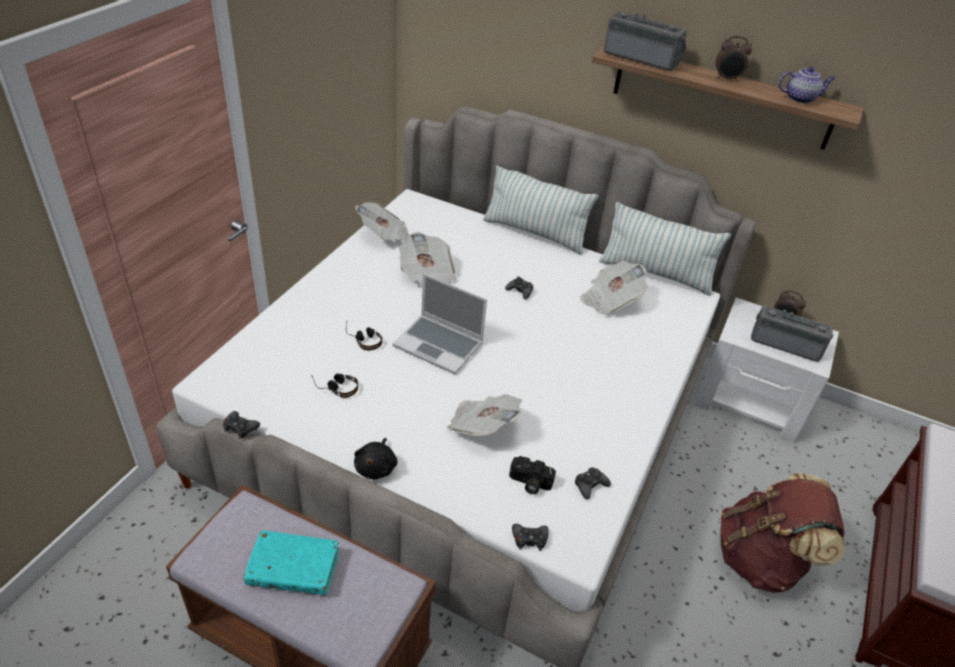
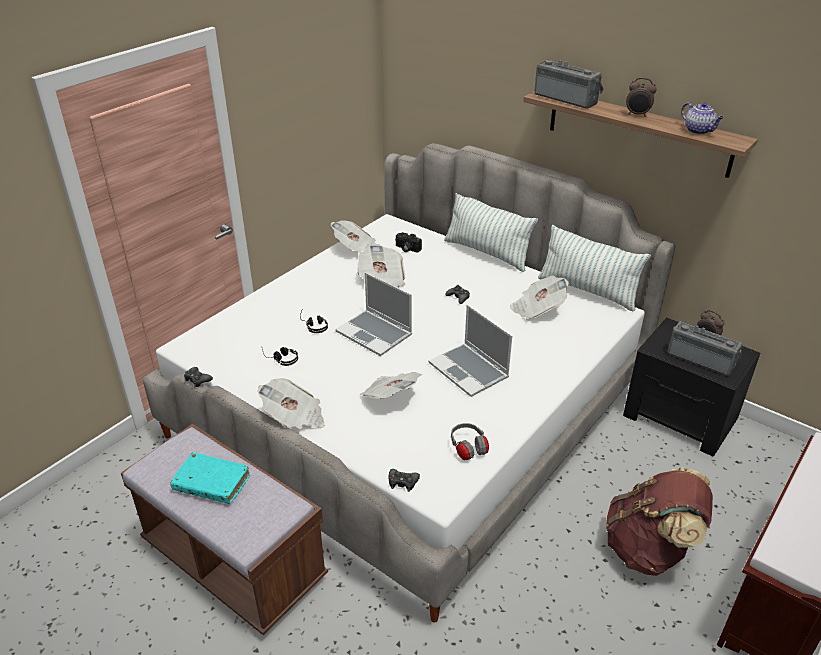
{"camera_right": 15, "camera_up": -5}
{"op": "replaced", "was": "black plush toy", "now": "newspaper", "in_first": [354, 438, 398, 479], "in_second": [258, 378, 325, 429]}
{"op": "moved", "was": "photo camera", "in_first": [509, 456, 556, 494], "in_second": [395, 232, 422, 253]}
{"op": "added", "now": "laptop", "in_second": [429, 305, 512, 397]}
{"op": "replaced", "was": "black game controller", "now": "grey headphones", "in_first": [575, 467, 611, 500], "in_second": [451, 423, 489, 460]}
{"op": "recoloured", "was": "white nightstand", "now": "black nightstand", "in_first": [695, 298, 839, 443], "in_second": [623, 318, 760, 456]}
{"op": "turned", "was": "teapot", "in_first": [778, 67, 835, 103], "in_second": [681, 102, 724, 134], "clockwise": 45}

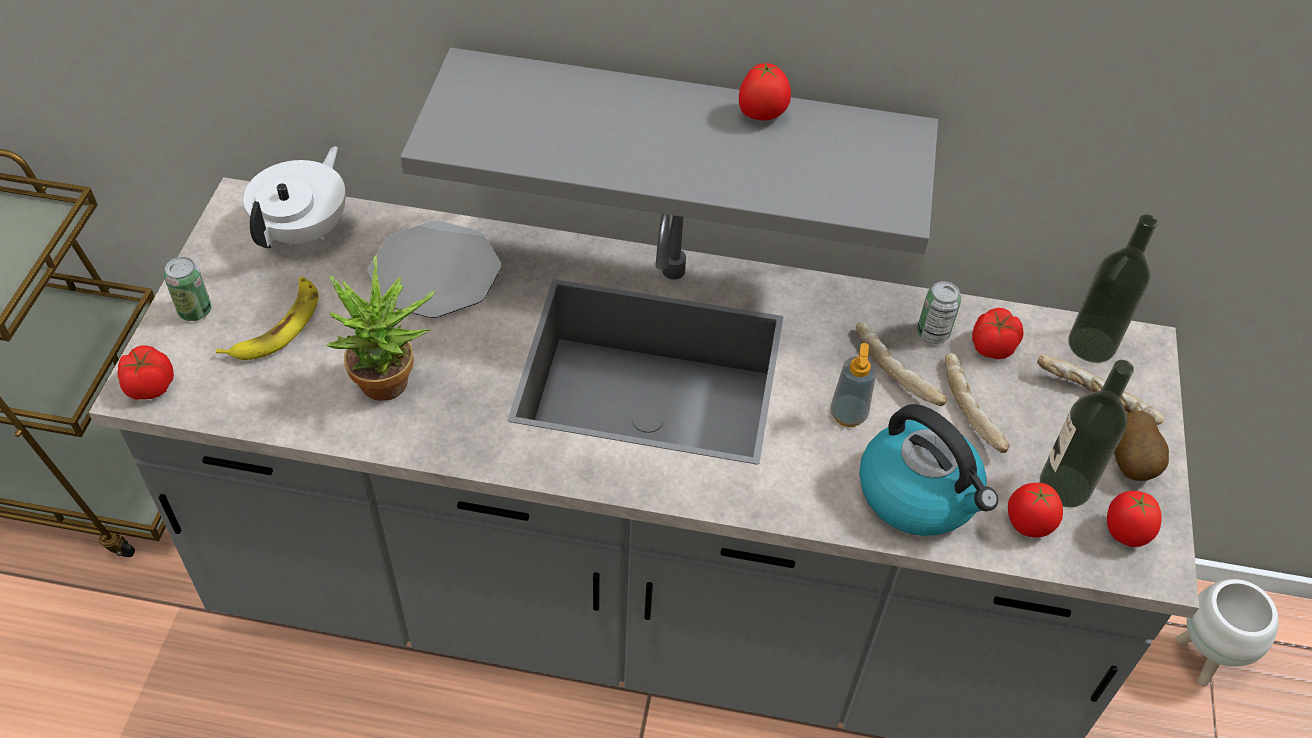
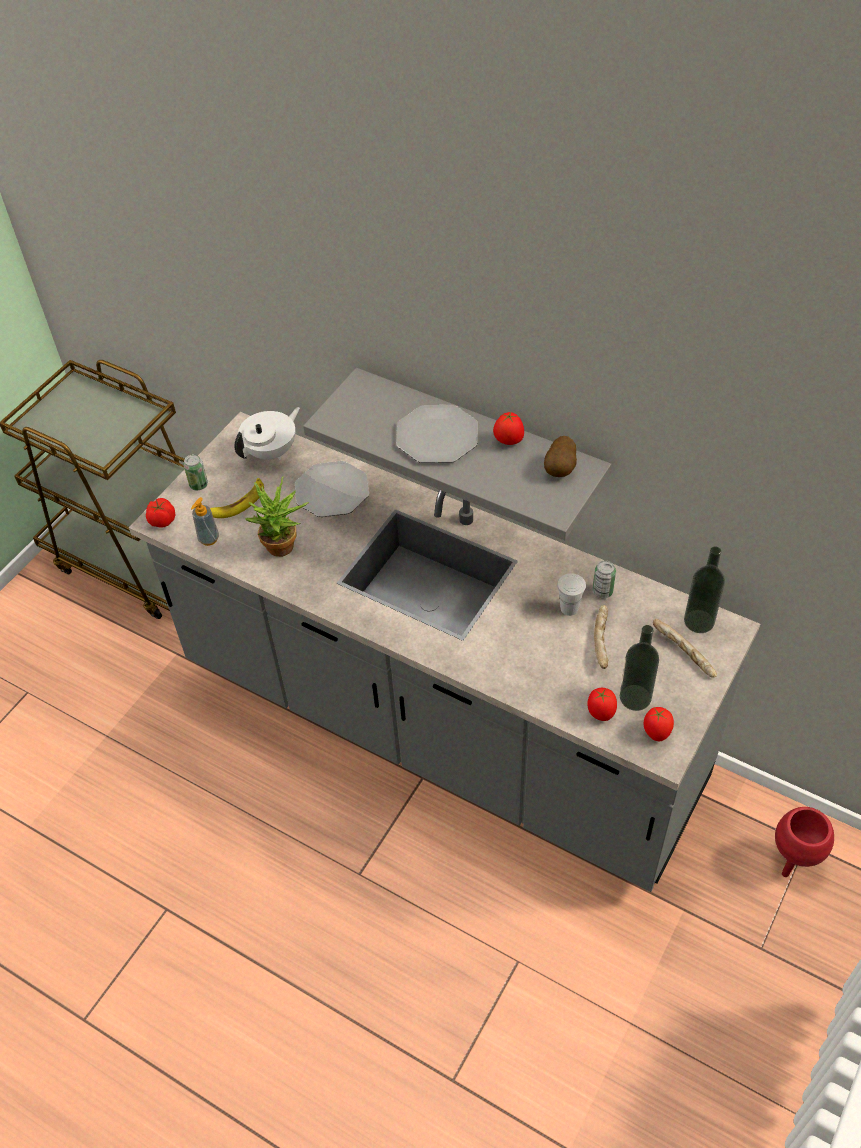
{"camera_right": 25, "camera_up": 0}
{"op": "moved", "was": "soap dispenser", "in_first": [830, 343, 877, 427], "in_second": [191, 497, 219, 546]}
{"op": "added", "now": "plate", "in_second": [396, 405, 478, 463]}
{"op": "moved", "was": "potato", "in_first": [1114, 411, 1169, 481], "in_second": [544, 436, 577, 477]}
{"op": "replaced", "was": "bread", "now": "white cup", "in_first": [856, 322, 946, 406], "in_second": [557, 573, 586, 616]}
{"op": "recoloured", "was": "white planter", "now": "red planter", "in_first": [1176, 579, 1278, 687], "in_second": [775, 807, 834, 877]}
{"op": "removed", "was": "kettle", "in_first": [859, 404, 998, 536]}
{"op": "removed", "was": "tomato", "in_first": [972, 308, 1024, 359]}

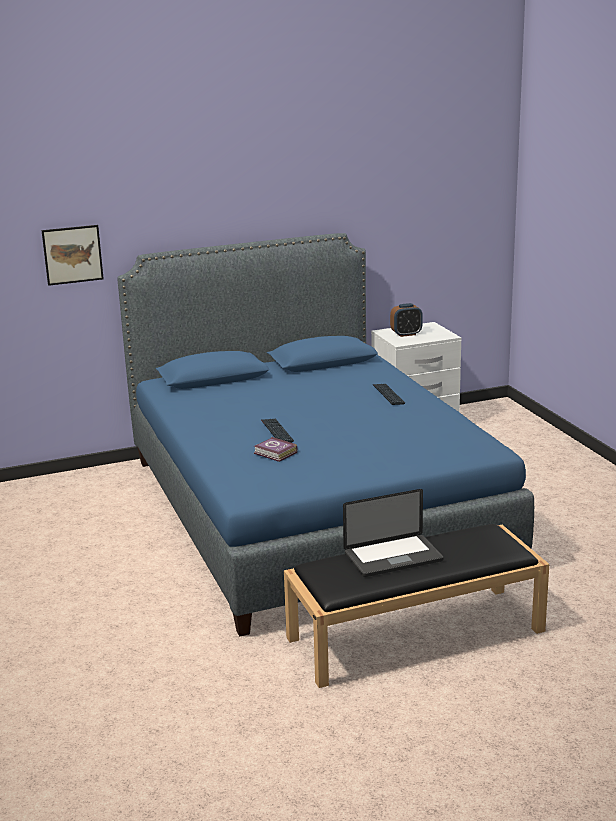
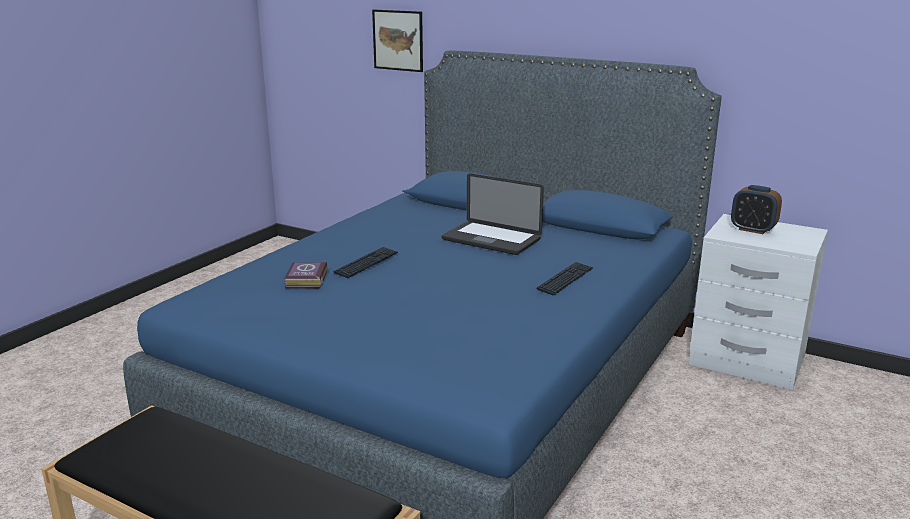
{"camera_right": 50, "camera_up": 0}
{"op": "moved", "was": "laptop", "in_first": [343, 489, 444, 577], "in_second": [442, 173, 544, 255]}

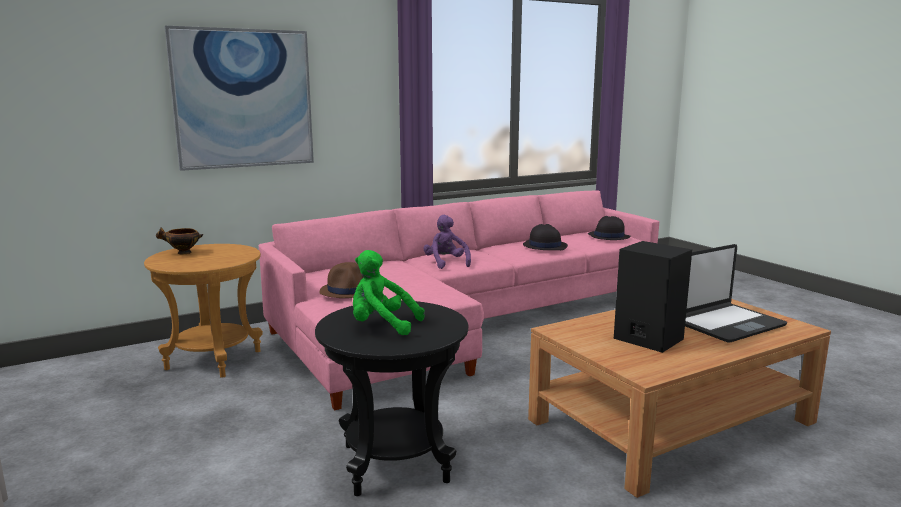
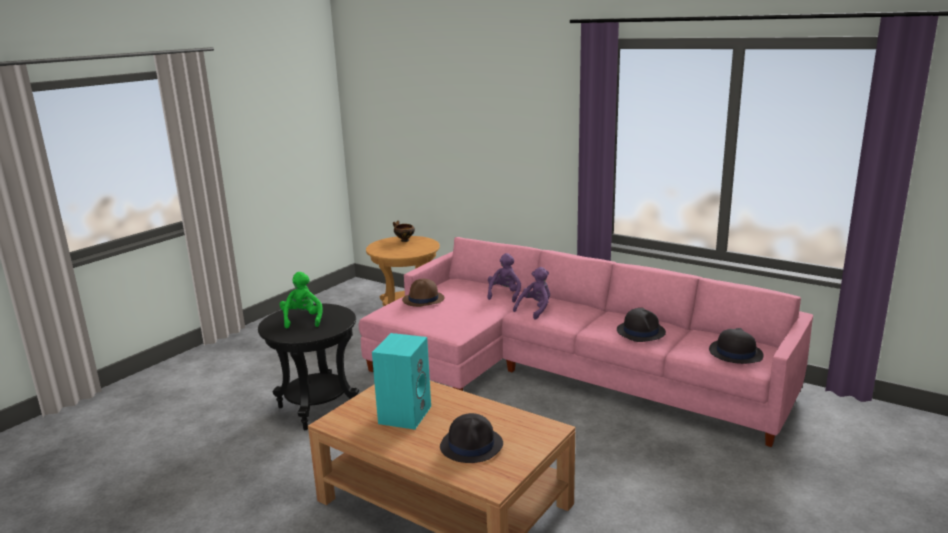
{"camera_right": 65, "camera_up": 5}
{"op": "recoloured", "was": "black speaker", "now": "turquoise speaker", "in_first": [614, 241, 692, 353], "in_second": [372, 333, 431, 430]}
{"op": "replaced", "was": "laptop", "now": "black hat", "in_first": [685, 244, 787, 342], "in_second": [440, 413, 503, 463]}
{"op": "added", "now": "purple plush toy", "in_second": [487, 253, 521, 302]}
{"op": "removed", "was": "picture", "in_first": [164, 26, 314, 171]}

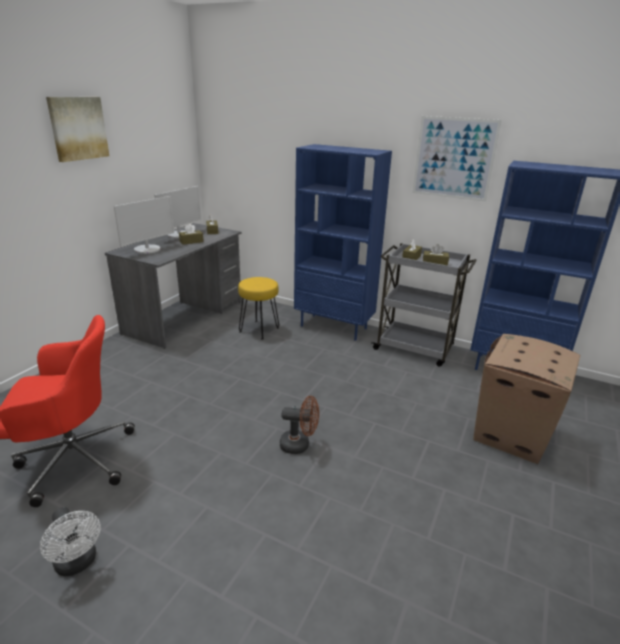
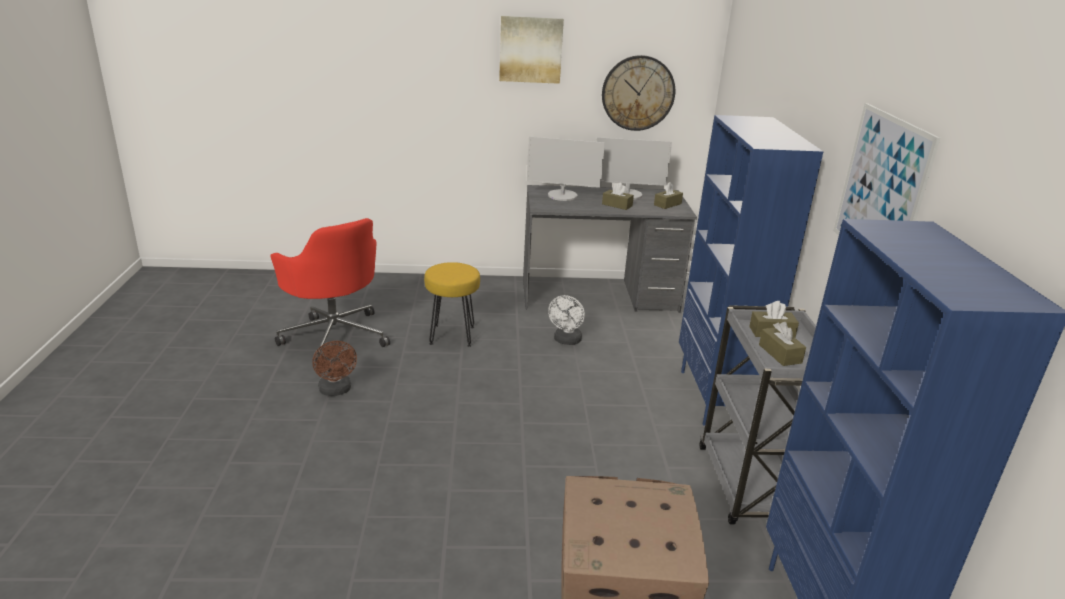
{"camera_right": 60, "camera_up": 0}
{"op": "moved", "was": "brown fan", "in_first": [280, 396, 319, 454], "in_second": [312, 341, 357, 396]}
{"op": "moved", "was": "yellow stool", "in_first": [238, 277, 279, 339], "in_second": [424, 262, 480, 347]}
{"op": "moved", "was": "white fan", "in_first": [40, 507, 101, 576], "in_second": [548, 295, 585, 345]}
{"op": "added", "now": "wall clock", "in_second": [602, 55, 675, 131]}

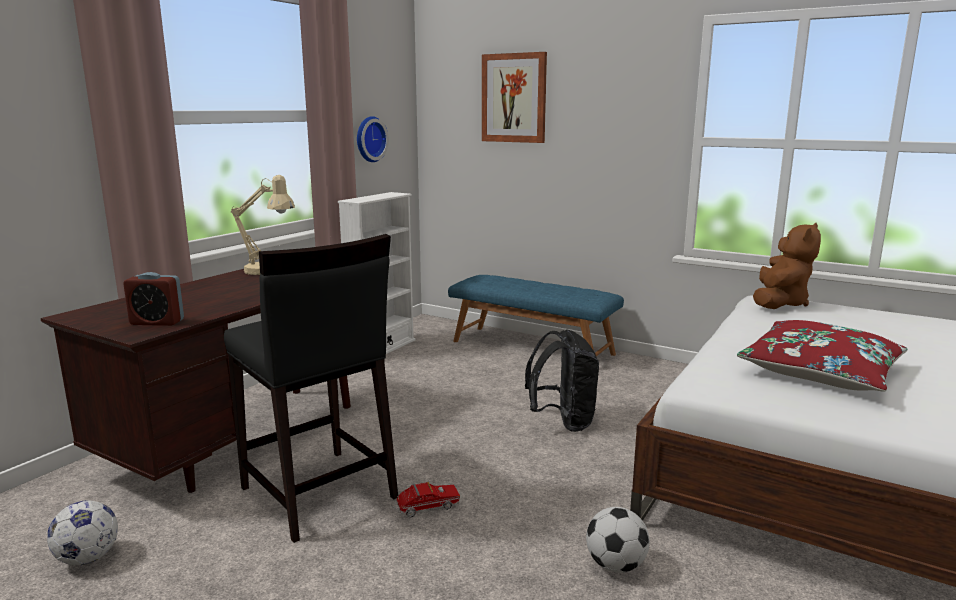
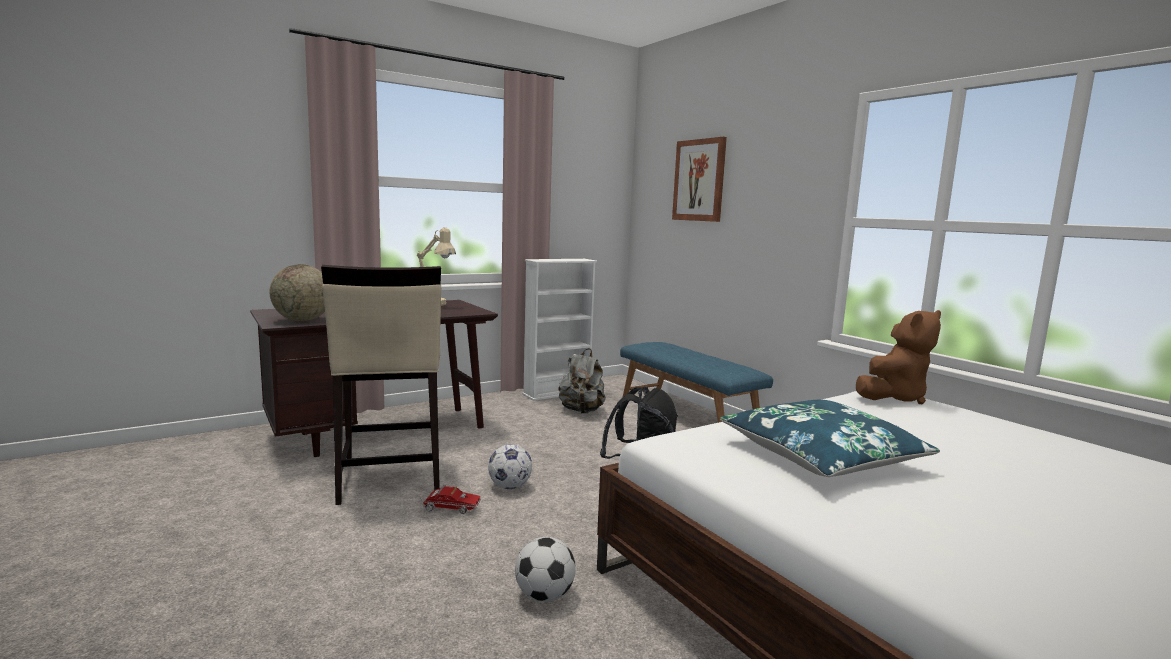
{"camera_right": 25, "camera_up": -5}
{"op": "replaced", "was": "alarm clock", "now": "globe", "in_first": [123, 272, 184, 326], "in_second": [270, 264, 325, 321]}
{"op": "recoloured", "was": "black stool", "now": "beige stool", "in_first": [224, 234, 398, 543], "in_second": [321, 265, 441, 505]}
{"op": "moved", "was": "football", "in_first": [47, 500, 118, 565], "in_second": [488, 444, 532, 489]}
{"op": "added", "now": "grey backpack", "in_second": [558, 348, 606, 413]}
{"op": "recoloured", "was": "red pillow", "now": "blue pillow", "in_first": [737, 320, 907, 391], "in_second": [720, 400, 940, 477]}
{"op": "removed", "was": "wall clock", "in_first": [357, 116, 389, 162]}

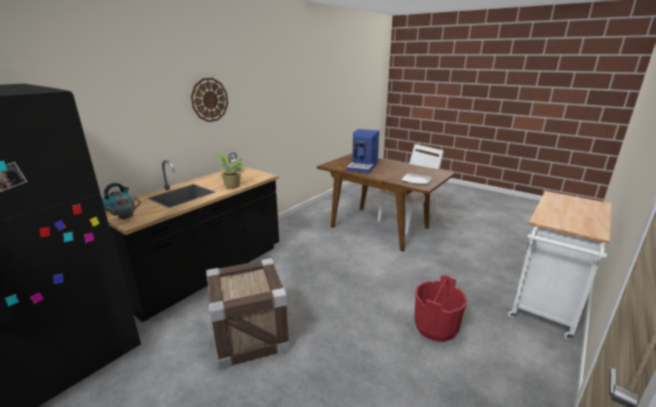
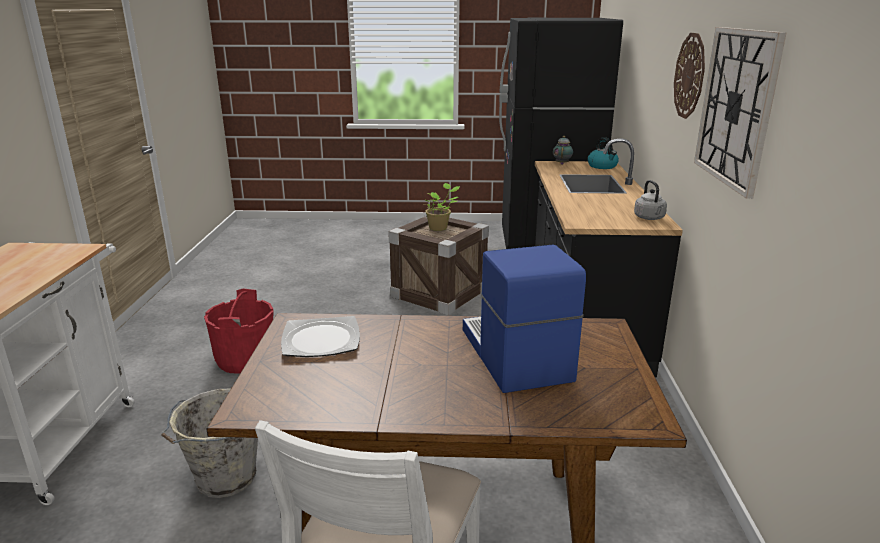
{"camera_right": 145, "camera_up": 0}
{"op": "added", "now": "grey bucket", "in_second": [161, 388, 258, 498]}
{"op": "moved", "was": "potted plant", "in_first": [216, 153, 245, 189], "in_second": [425, 183, 460, 231]}
{"op": "added", "now": "wall clock", "in_second": [694, 27, 787, 199]}

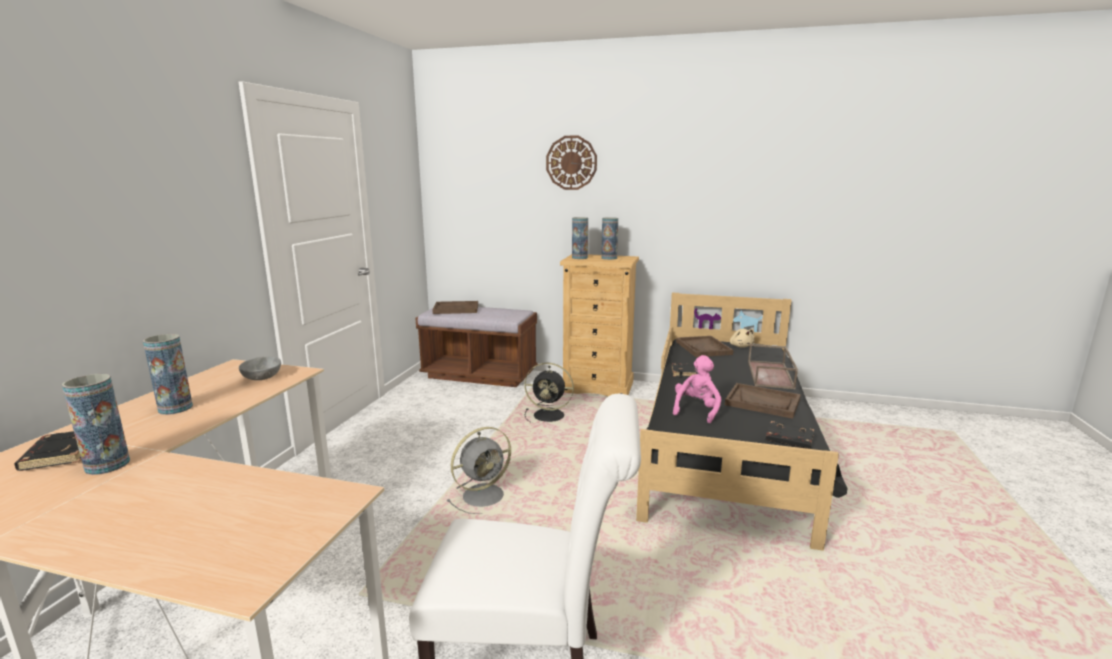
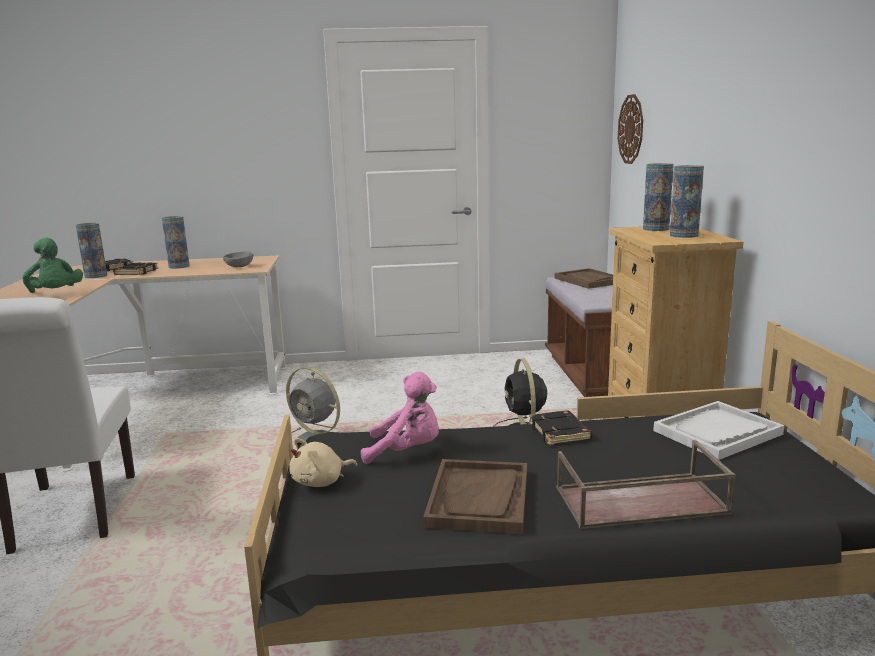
{"camera_right": 70, "camera_up": 0}
{"op": "added", "now": "green plush toy", "in_second": [22, 237, 83, 293]}
{"op": "moved", "was": "black book", "in_first": [766, 421, 814, 449], "in_second": [113, 262, 158, 275]}
{"op": "moved", "was": "beige plush toy", "in_first": [730, 329, 755, 348], "in_second": [289, 438, 358, 487]}
{"op": "moved", "was": "wall clock", "in_first": [546, 136, 597, 190], "in_second": [618, 94, 643, 164]}
{"op": "recoloured", "was": "brown tray", "now": "white tray", "in_first": [676, 336, 733, 357], "in_second": [653, 401, 784, 460]}

